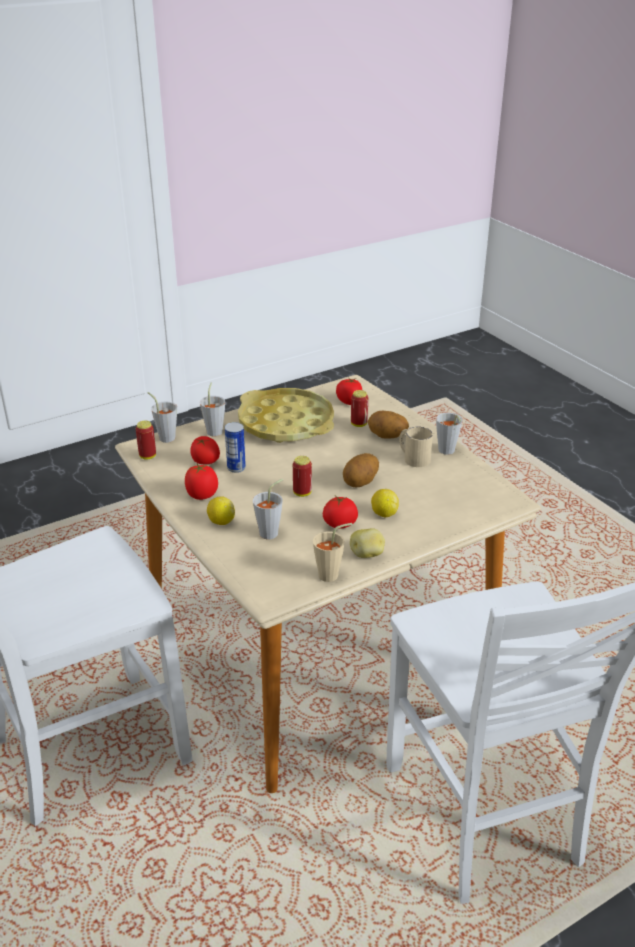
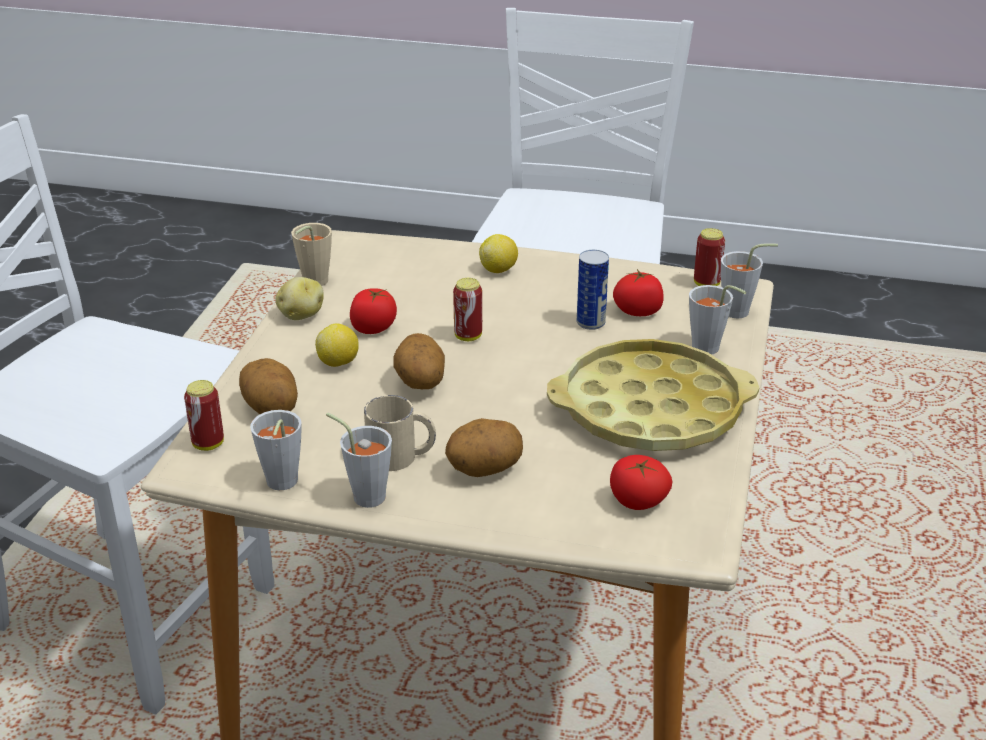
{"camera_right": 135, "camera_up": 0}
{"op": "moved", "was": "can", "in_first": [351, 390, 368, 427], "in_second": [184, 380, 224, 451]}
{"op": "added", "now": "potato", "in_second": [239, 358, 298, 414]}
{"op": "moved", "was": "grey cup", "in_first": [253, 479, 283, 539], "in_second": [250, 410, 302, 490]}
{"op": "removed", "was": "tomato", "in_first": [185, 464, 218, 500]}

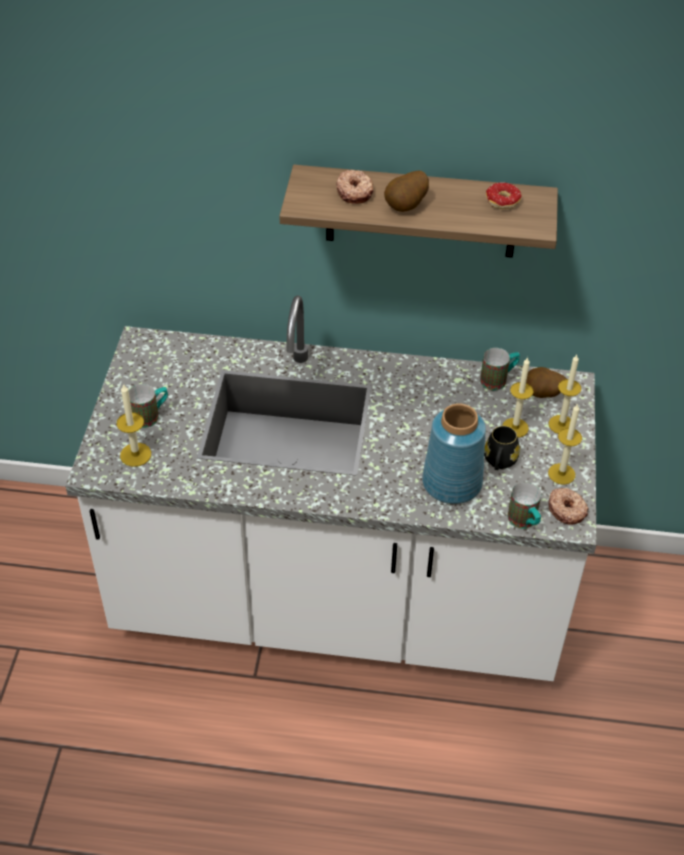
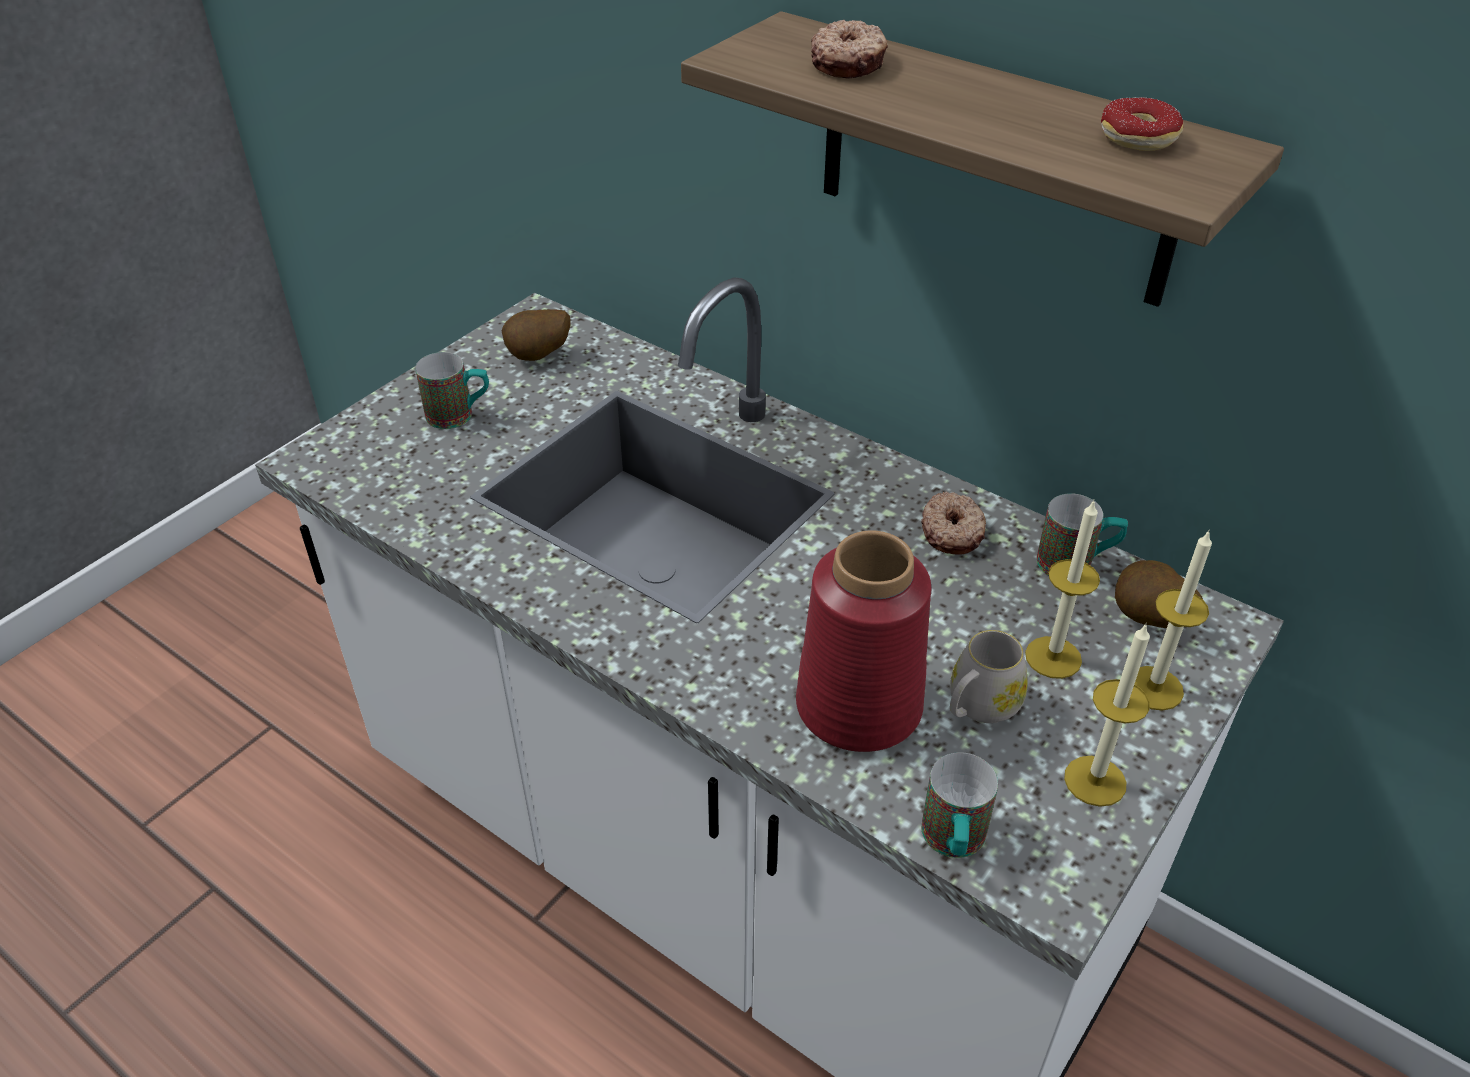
{"camera_right": 30, "camera_up": -5}
{"op": "moved", "was": "potato", "in_first": [384, 171, 429, 212], "in_second": [502, 309, 571, 361]}
{"op": "recoloured", "was": "blue vase", "now": "red vase", "in_first": [422, 404, 486, 504], "in_second": [796, 530, 931, 752]}
{"op": "moved", "was": "donut", "in_first": [548, 488, 589, 525], "in_second": [921, 492, 986, 555]}
{"op": "recoloured", "was": "black mug", "now": "white mug", "in_first": [484, 426, 520, 470], "in_second": [950, 630, 1028, 723]}
{"op": "removed", "was": "candle", "in_first": [117, 383, 151, 467]}

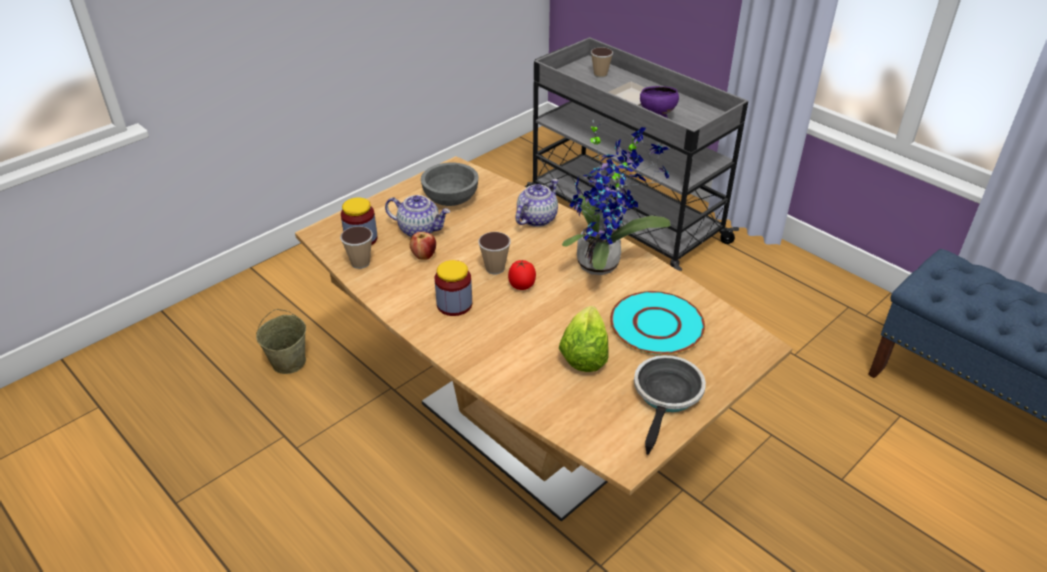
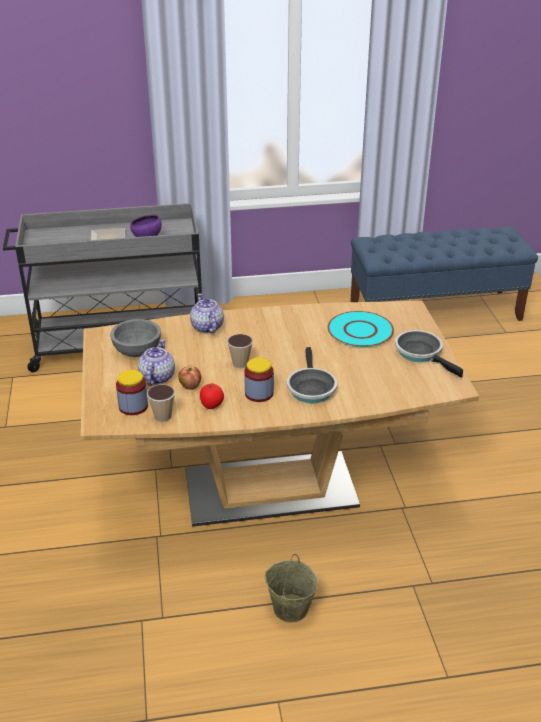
{"camera_right": -55, "camera_up": -5}
{"op": "turned", "was": "teapot", "in_first": [385, 195, 450, 237], "in_second": [138, 339, 175, 386], "clockwise": -45}
{"op": "moved", "was": "tomato", "in_first": [508, 260, 536, 290], "in_second": [200, 384, 224, 409]}
{"op": "moved", "was": "beige bucket", "in_first": [256, 309, 306, 374], "in_second": [265, 554, 318, 623]}
{"op": "added", "now": "frying pan", "in_second": [287, 347, 337, 403]}
{"op": "removed", "was": "lettuce", "in_first": [559, 306, 609, 372]}
{"op": "removed", "was": "potted plant", "in_first": [562, 120, 671, 275]}
{"op": "removed", "was": "cup", "in_first": [591, 47, 613, 78]}

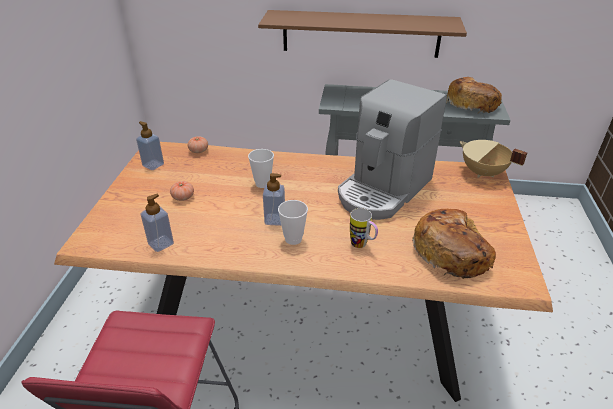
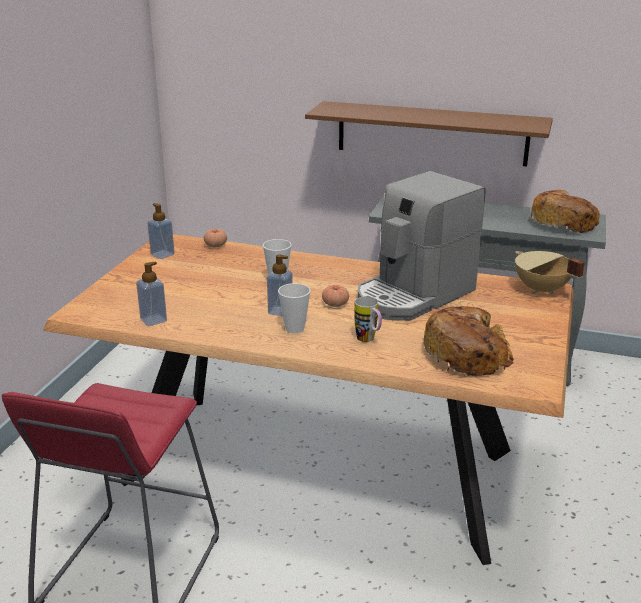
{"camera_right": 10, "camera_up": -10}
{"op": "moved", "was": "tomato", "in_first": [170, 181, 194, 201], "in_second": [322, 285, 349, 307]}

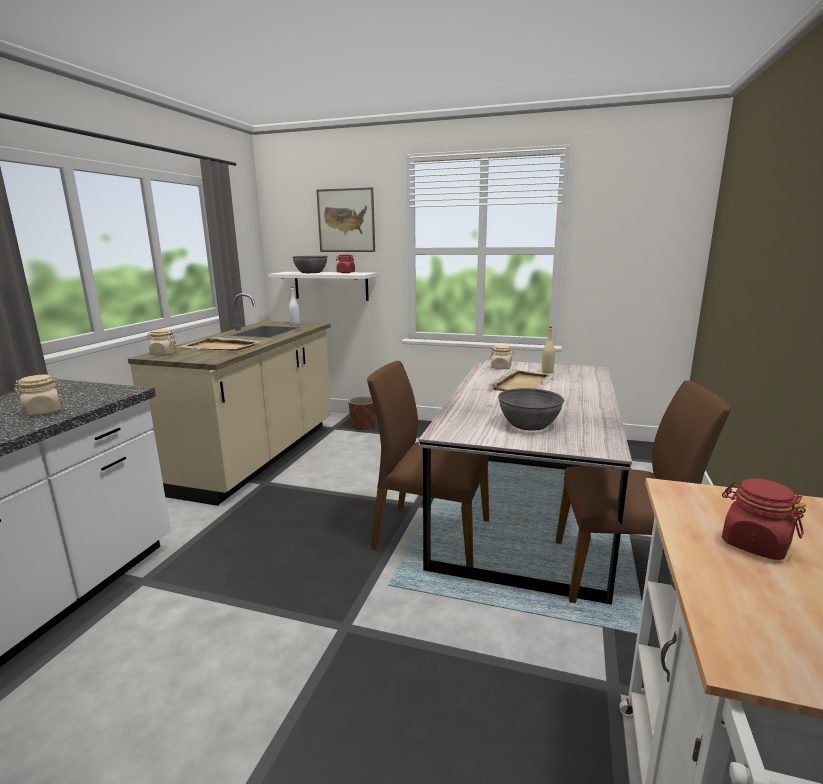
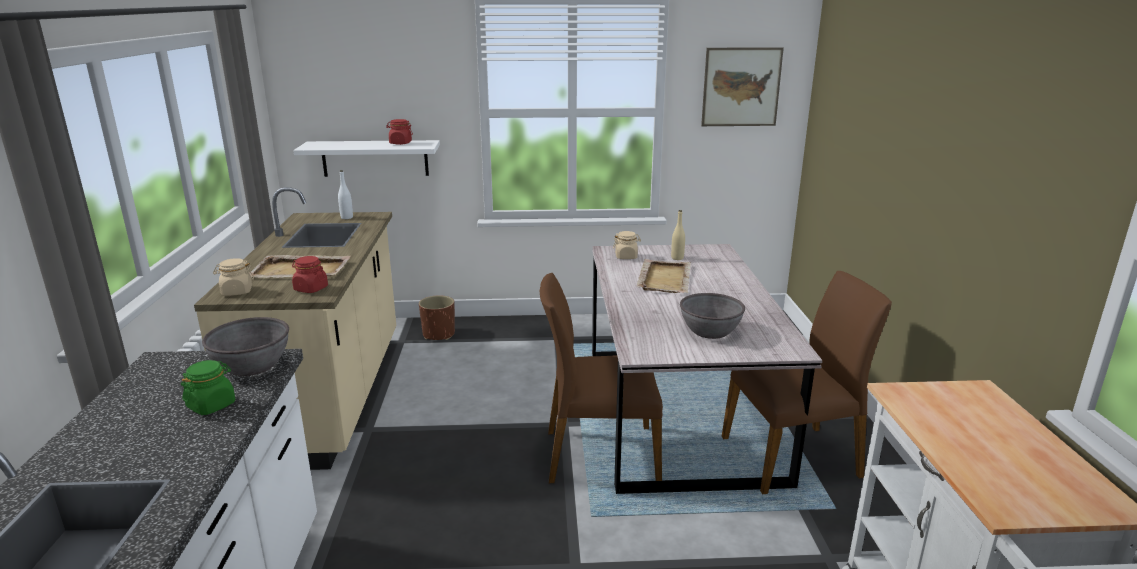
{"camera_right": -20, "camera_up": 5}
{"op": "recoloured", "was": "beige jar", "now": "green jar", "in_first": [13, 375, 62, 416], "in_second": [181, 360, 235, 415]}
{"op": "moved", "was": "grey bowl", "in_first": [292, 256, 328, 273], "in_second": [202, 317, 289, 376]}
{"op": "moved", "was": "red jar", "in_first": [722, 479, 806, 560], "in_second": [292, 256, 328, 293]}
{"op": "moved", "was": "picture", "in_first": [316, 187, 375, 252], "in_second": [701, 48, 784, 126]}

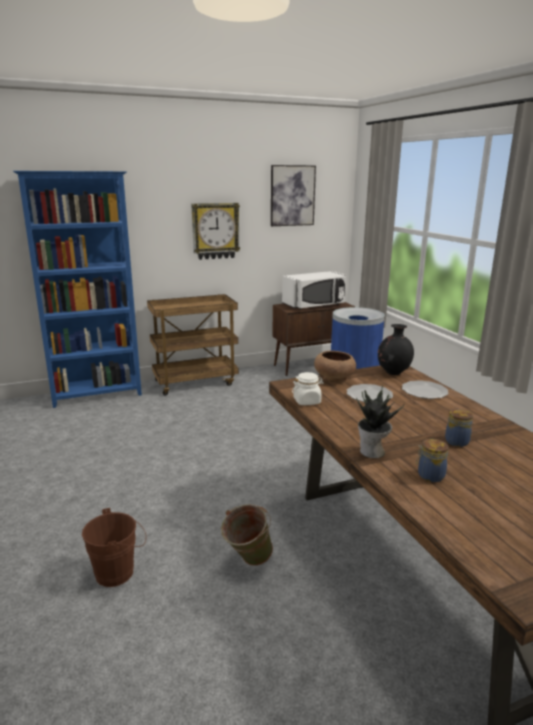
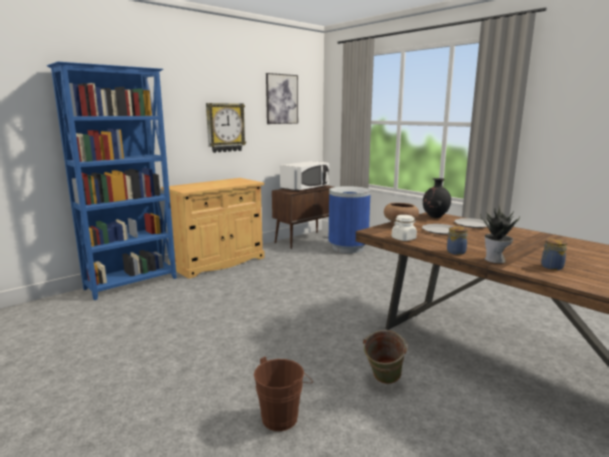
{"camera_right": -20, "camera_up": -5}
{"op": "replaced", "was": "brown cart", "now": "beige cabinet", "in_first": [147, 294, 239, 395], "in_second": [161, 178, 265, 279]}
{"op": "moved", "was": "jar", "in_first": [445, 409, 473, 447], "in_second": [447, 226, 468, 255]}

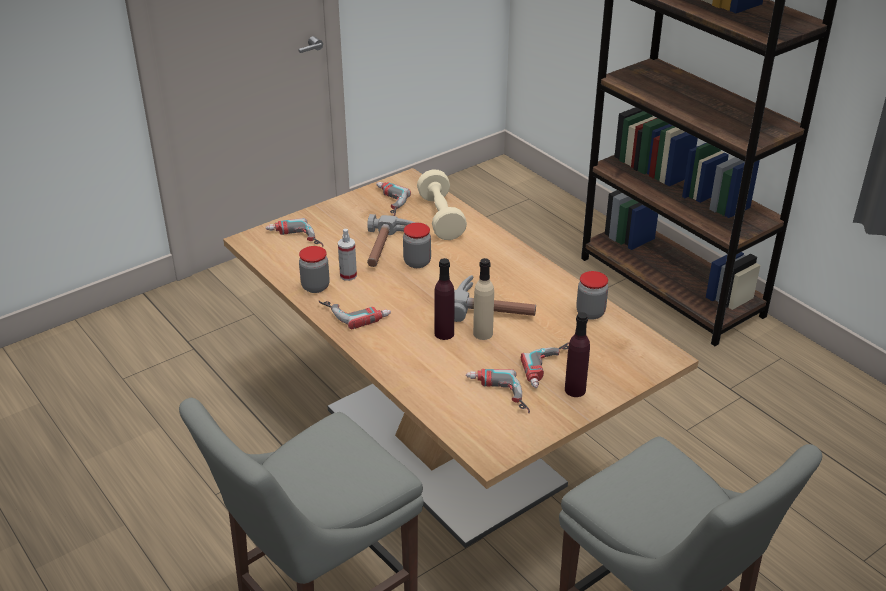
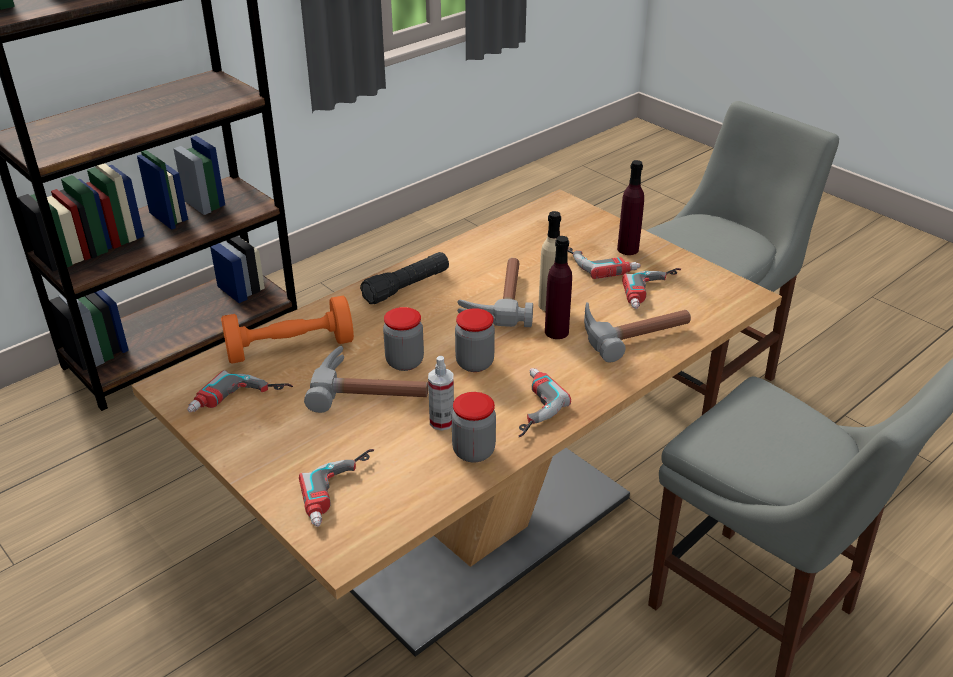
{"camera_right": -95, "camera_up": 0}
{"op": "recoloured", "was": "beige dumbbell", "now": "orange dumbbell", "in_first": [417, 169, 467, 240], "in_second": [221, 296, 354, 364]}
{"op": "added", "now": "black flashlight", "in_second": [360, 252, 449, 304]}
{"op": "moved", "was": "jar", "in_first": [576, 271, 608, 320], "in_second": [455, 308, 495, 372]}
{"op": "added", "now": "hammer", "in_second": [584, 302, 691, 363]}

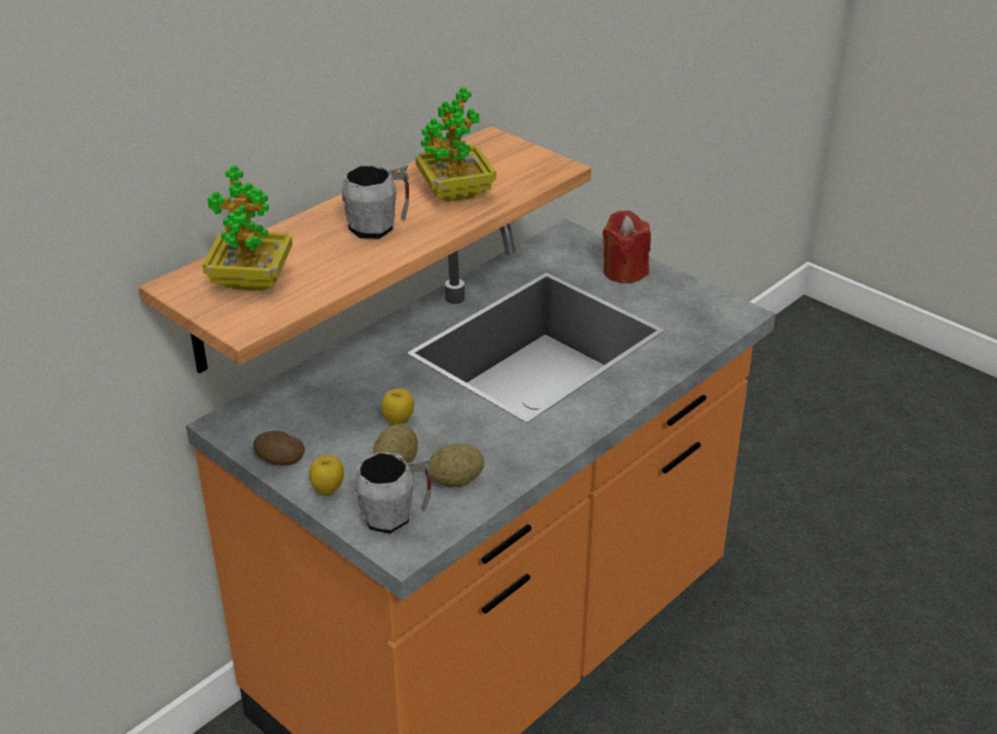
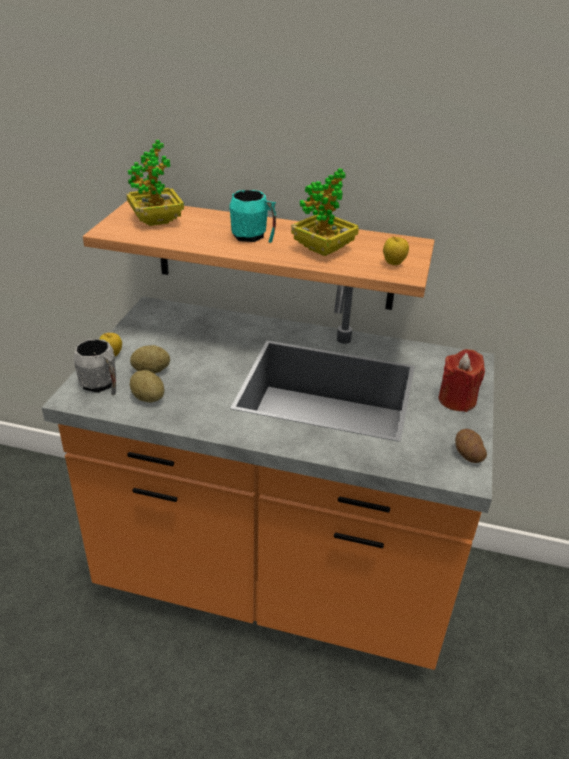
{"camera_right": 60, "camera_up": 0}
{"op": "recoloured", "was": "grey mug", "now": "turquoise mug", "in_first": [341, 165, 409, 239], "in_second": [229, 190, 276, 243]}
{"op": "moved", "was": "apple", "in_first": [381, 388, 414, 425], "in_second": [383, 235, 409, 265]}
{"op": "moved", "was": "potato", "in_first": [253, 431, 305, 465], "in_second": [455, 429, 487, 463]}

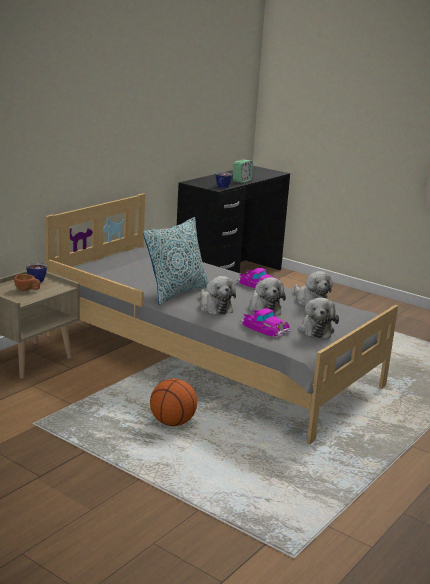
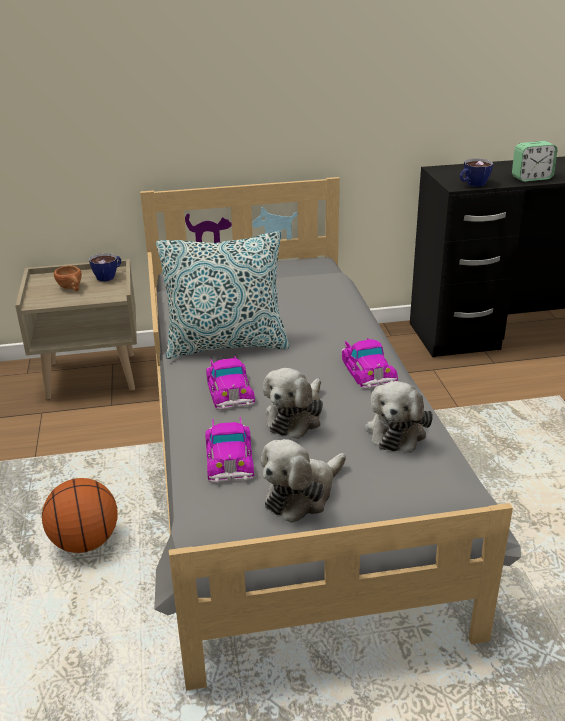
{"camera_right": 45, "camera_up": 10}
{"op": "replaced", "was": "plush toy", "now": "toy car", "in_first": [200, 276, 236, 315], "in_second": [206, 356, 255, 410]}

